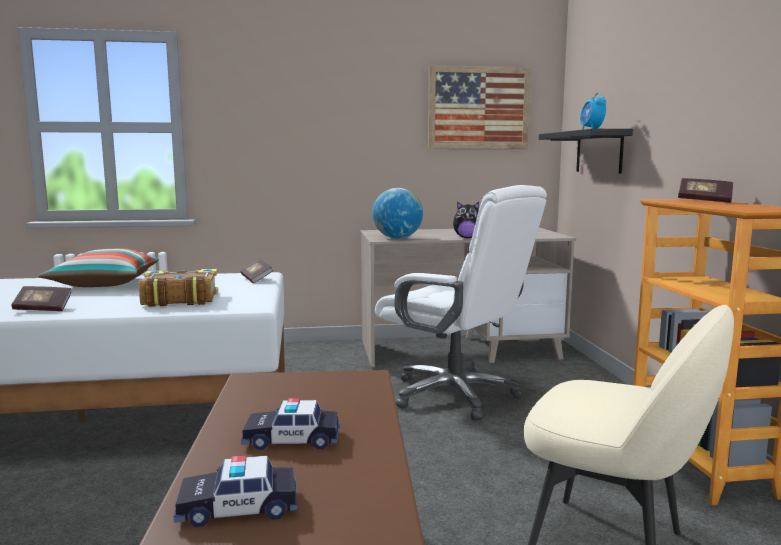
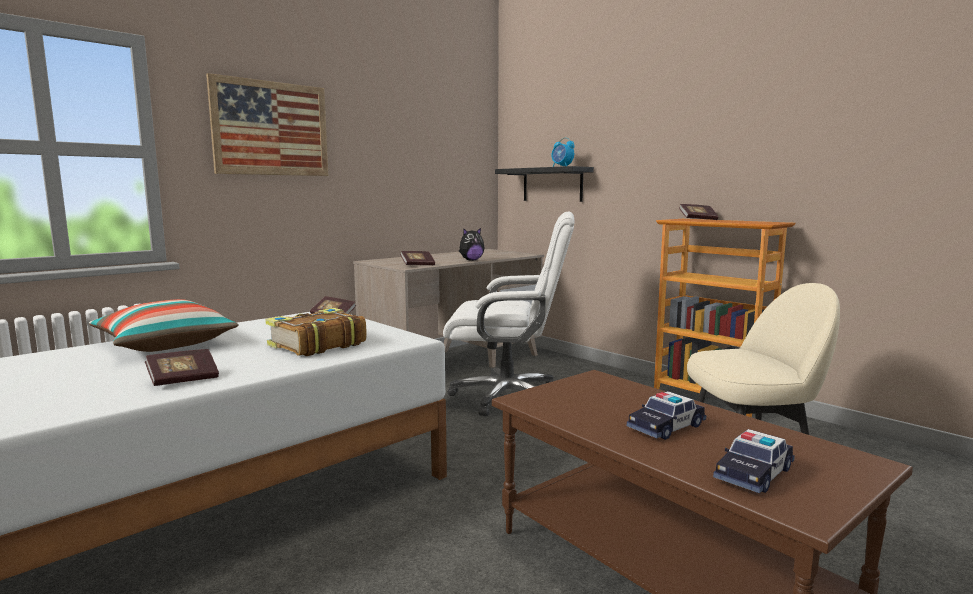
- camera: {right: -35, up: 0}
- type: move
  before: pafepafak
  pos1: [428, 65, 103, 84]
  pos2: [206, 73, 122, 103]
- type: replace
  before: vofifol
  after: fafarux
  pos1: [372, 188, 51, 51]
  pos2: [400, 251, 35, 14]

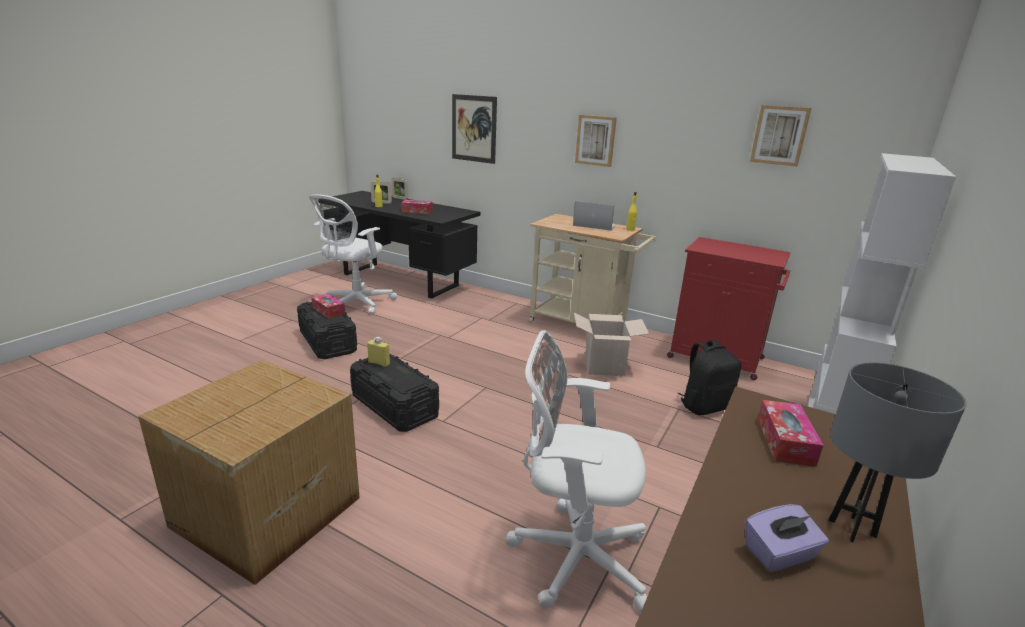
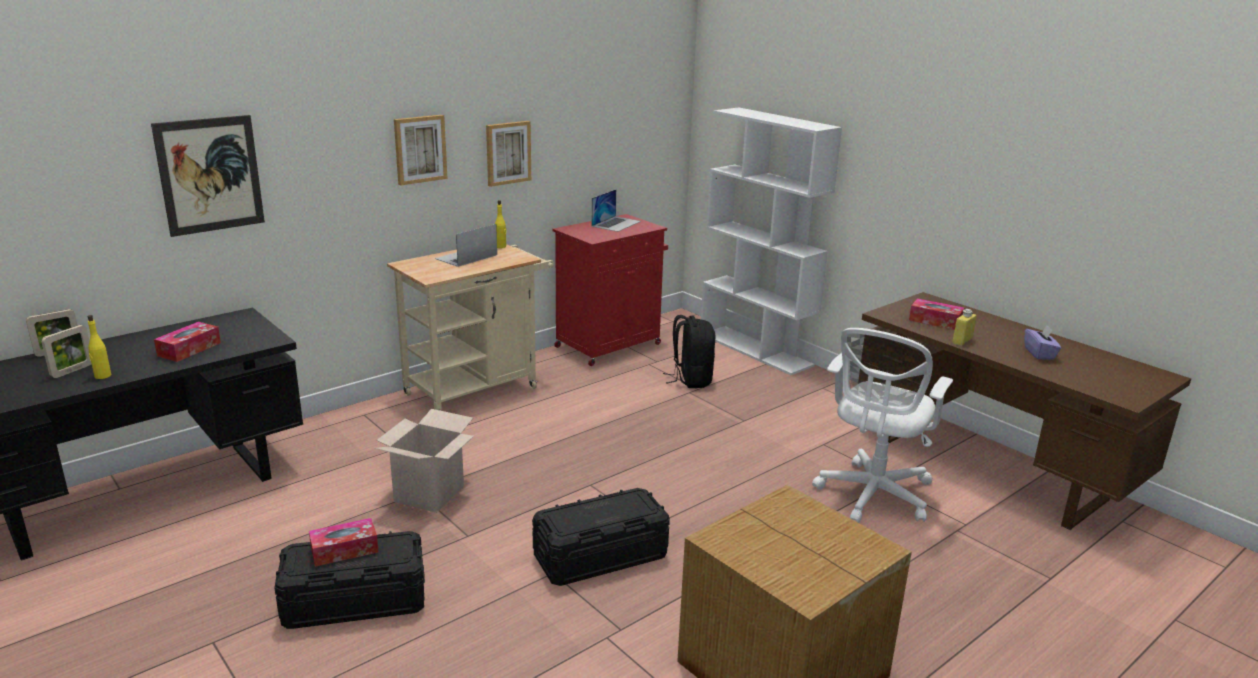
- camera: {right: -70, up: 0}
- type: move
  before: pafepafak
  pos1: [750, 105, 61, 61]
  pos2: [486, 121, 45, 66]
- type: delete
  before: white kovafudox
  pos1: [309, 194, 89, 121]
- type: move
  before: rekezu
  pos1: [574, 313, 75, 63]
  pos2: [374, 409, 100, 104]
- type: move
  before: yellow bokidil
  pos1: [367, 337, 23, 30]
  pos2: [953, 309, 24, 37]
- type: delete
  before: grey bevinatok
  pos1: [829, 362, 138, 180]
- type: insert
  after: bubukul
  pos2: [591, 189, 50, 43]

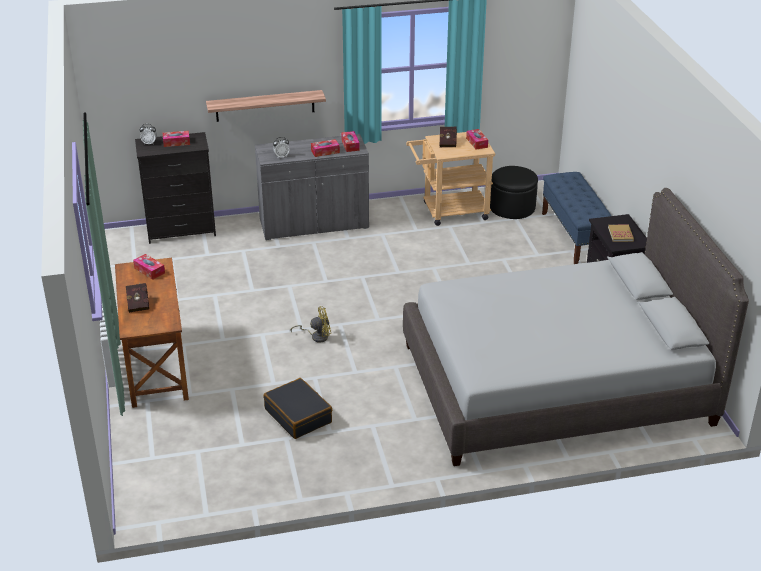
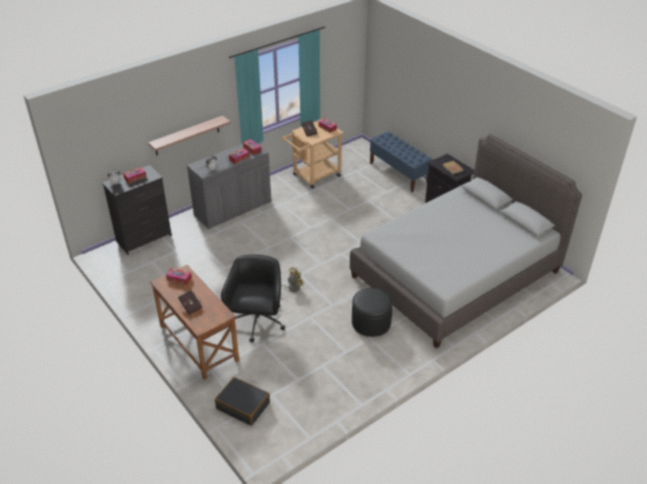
- camera: {right: -25, up: 5}
- type: move
  before: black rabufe
  pos1: [490, 166, 48, 53]
  pos2: [352, 288, 41, 49]
- type: move
  before: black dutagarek
  pos1: [264, 378, 68, 61]
  pos2: [215, 377, 55, 49]
- type: insert
  after: black kovafudox
  pos2: [221, 254, 64, 88]

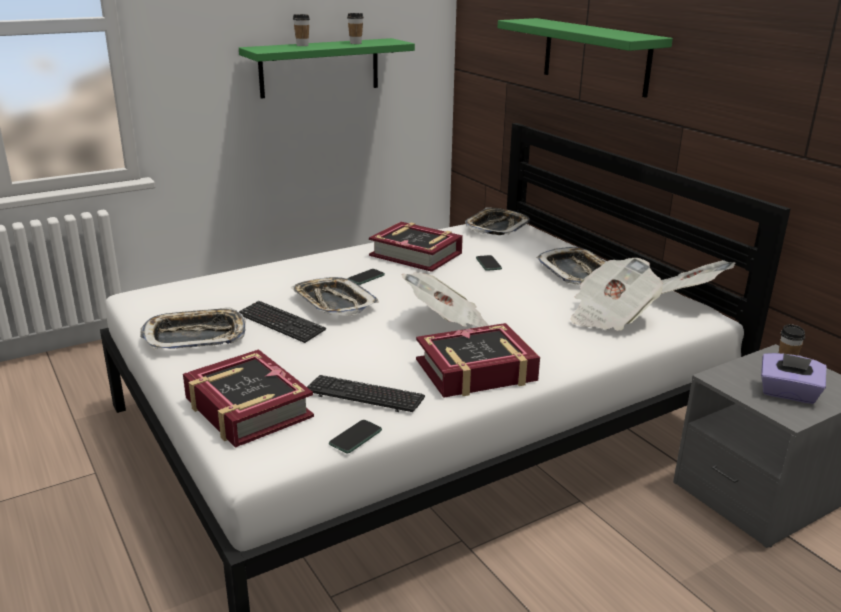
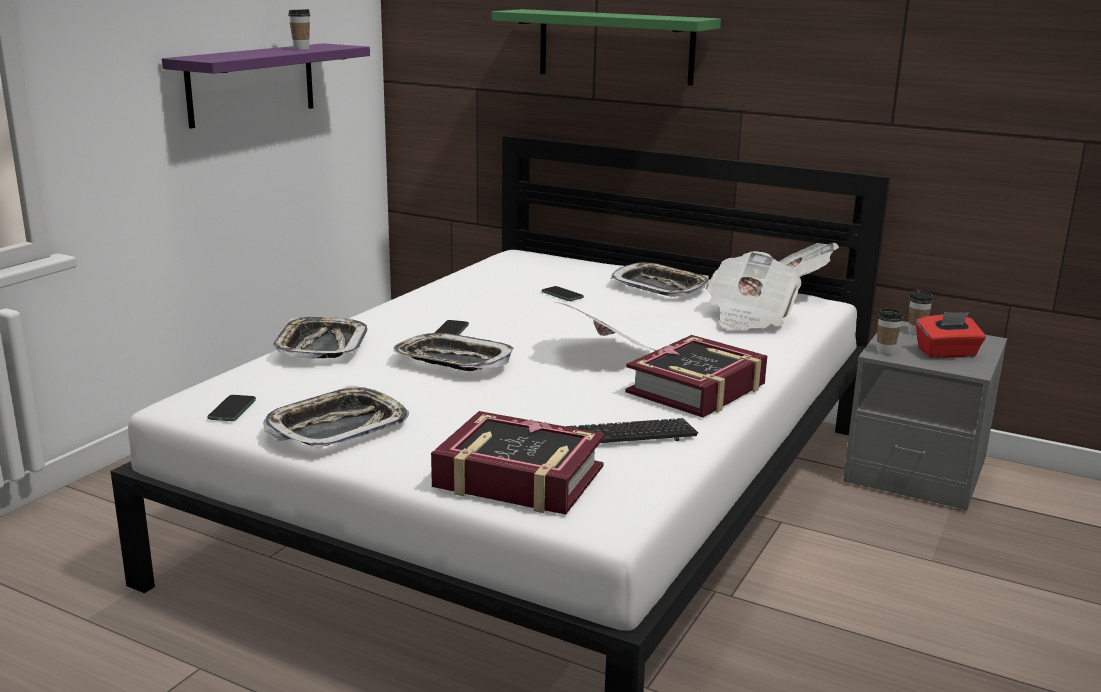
- camera: {right: -30, up: -5}
- type: move
  before: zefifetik
  pos1: [293, 14, 17, 32]
  pos2: [877, 309, 26, 46]
- type: recolor
  before: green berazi
  after: purple berazi
  pos1: [239, 38, 176, 61]
  pos2: [162, 43, 208, 86]
- type: move
  before: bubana
  pos1: [465, 207, 65, 28]
  pos2: [273, 317, 94, 43]
- type: delete
  before: fafarux
  pos1: [369, 222, 94, 50]
- type: delete
  before: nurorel
  pos1: [239, 301, 87, 42]
- type: recolor
  before: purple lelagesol
  after: red lelagesol
  pos1: [761, 353, 66, 51]
  pos2: [916, 312, 70, 46]
- type: move
  before: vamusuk
  pos1: [329, 420, 53, 33]
  pos2: [207, 395, 49, 26]

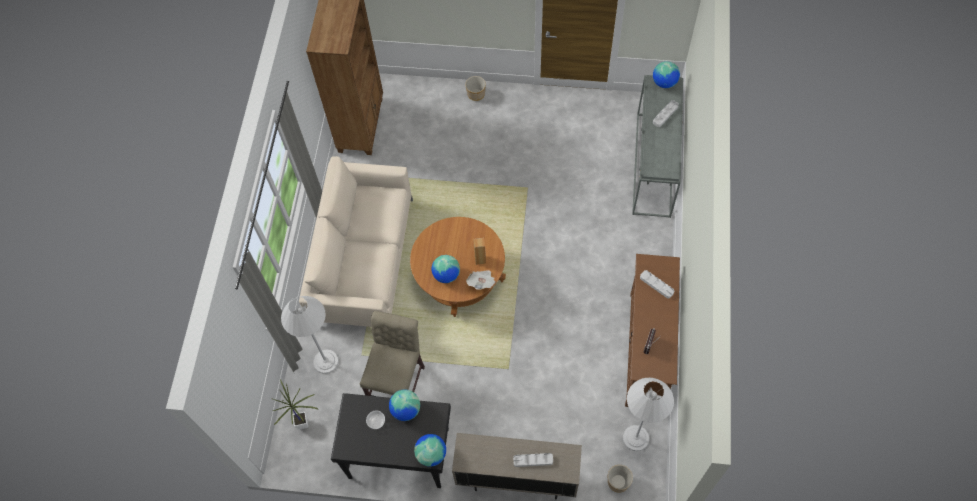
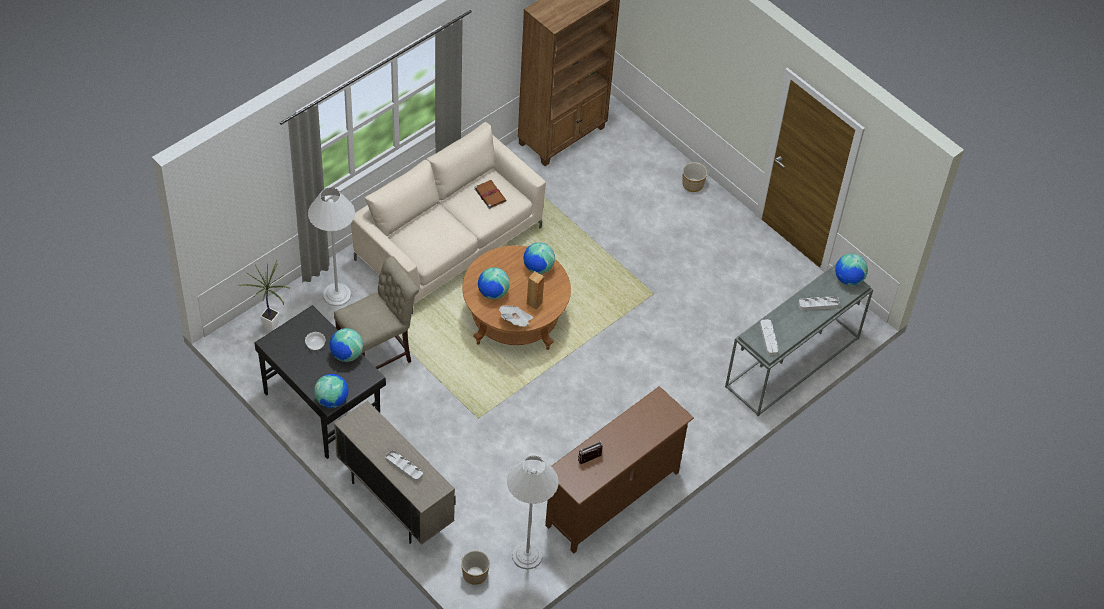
- camera: {right: 35, up: -10}
- type: move
  before: grey bubana
  pos1: [640, 270, 34, 29]
  pos2: [760, 319, 19, 37]
- type: insert
  after: brown fafarux
  pos2: [474, 180, 33, 29]
- type: insert
  after: vofifol
  pos2: [523, 242, 32, 32]

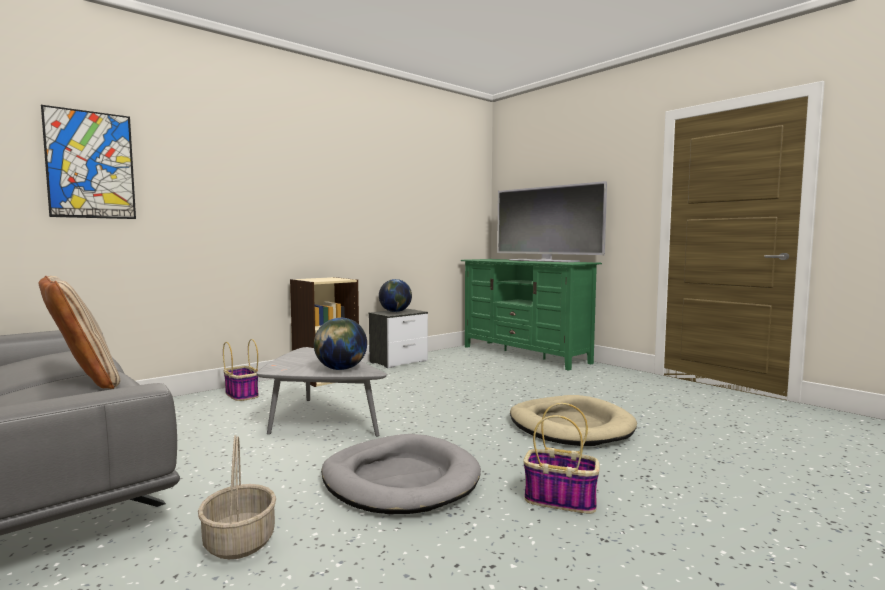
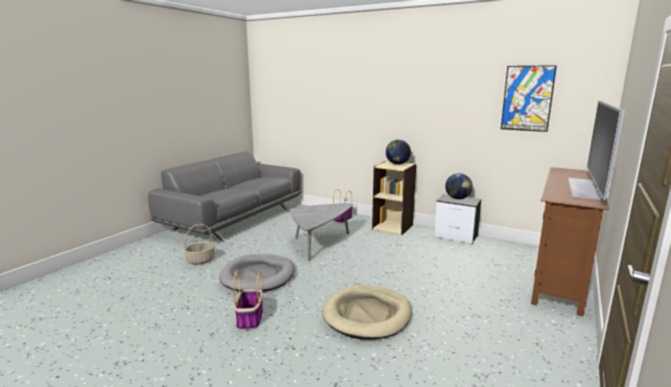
- camera: {right: 70, up: 10}
- type: move
  before: pafepafak
  pos1: [41, 105, 95, 114]
  pos2: [501, 65, 56, 67]
- type: recolor
  before: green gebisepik
  after: brown gebisepik
  pos1: [460, 259, 142, 112]
  pos2: [531, 167, 78, 149]
- type: delete
  before: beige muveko
  pos1: [38, 276, 82, 113]
- type: move
  before: vofifol
  pos1: [314, 318, 53, 52]
  pos2: [386, 140, 25, 25]

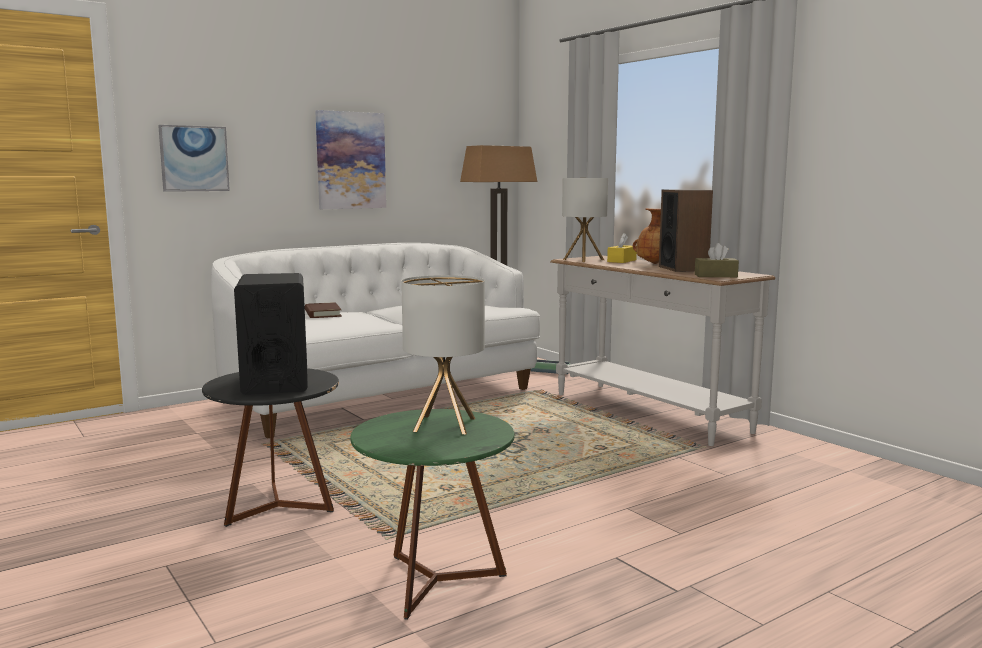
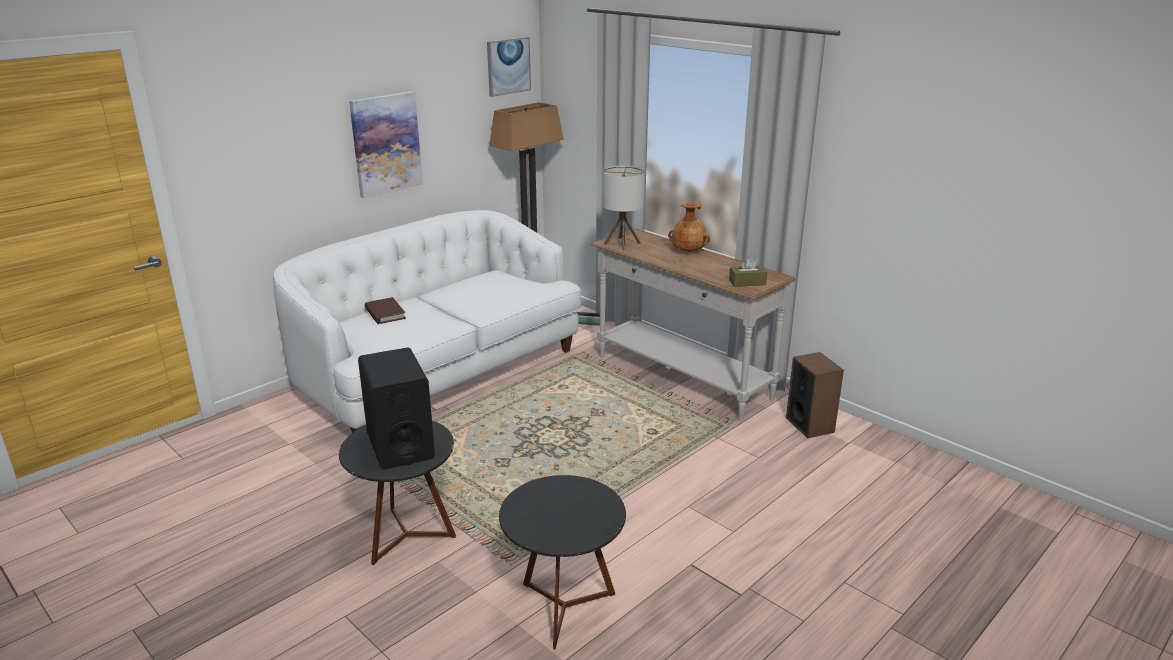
- camera: {right: -10, up: 15}
- type: move
  before: pafepafak
  pos1: [158, 125, 72, 67]
  pos2: [487, 37, 44, 60]
- type: move
  before: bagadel
  pos1: [659, 189, 54, 83]
  pos2: [786, 352, 58, 86]
- type: delete
  before: yellow lelagesol
  pos1: [607, 233, 30, 30]
- type: delete
  before: bevinatok
  pos1: [401, 275, 84, 160]
- type: recolor
  before: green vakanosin
  after: black vakanosin
  pos1: [350, 409, 165, 211]
  pos2: [499, 475, 127, 175]

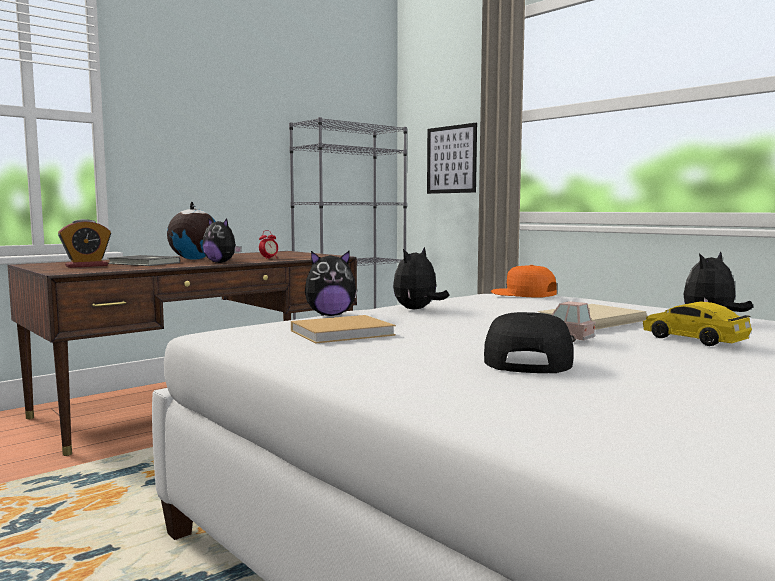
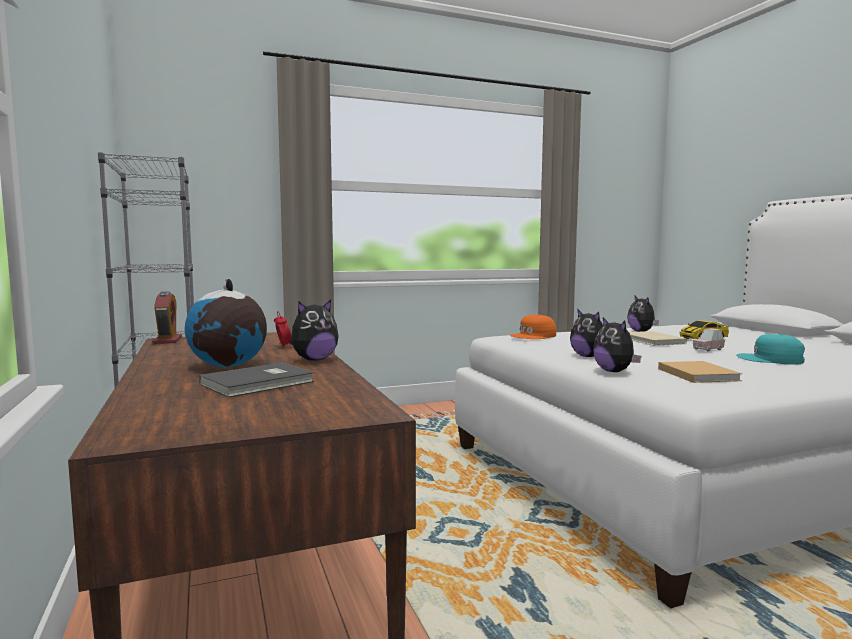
- camera: {right: -70, up: 0}
- type: delete
  before: pafepafak
  pos1: [427, 123, 50, 71]
- type: move
  before: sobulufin
  pos1: [58, 219, 53, 49]
  pos2: [152, 291, 30, 53]
- type: rotate
  before: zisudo
  pos1: [305, 250, 53, 66]
  pos2: [593, 317, 48, 55]
  turn: 150
- type: recolor
  before: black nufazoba
  after: turquoise nufazoba
  pos1: [484, 312, 90, 61]
  pos2: [736, 334, 69, 30]

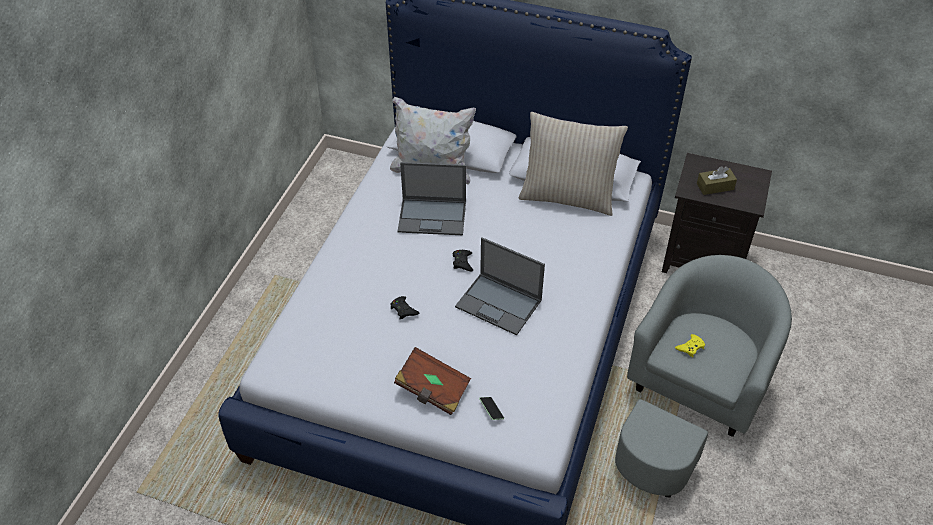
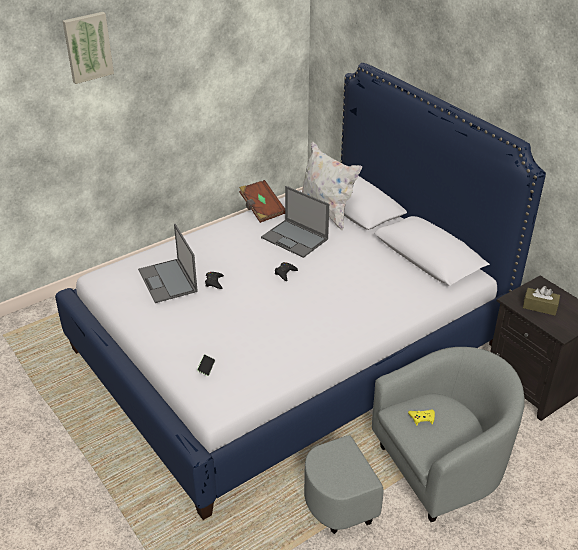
- camera: {right: 35, up: -10}
- type: delete
  before: beige muveko
  pos1: [519, 112, 109, 104]
- type: move
  before: bubukul
  pos1: [455, 237, 90, 98]
  pos2: [138, 224, 60, 79]
- type: move
  before: brown fafarux
  pos1: [394, 347, 77, 68]
  pos2: [239, 180, 46, 43]
- type: insert
  after: pafepafak
  pos2: [63, 12, 51, 72]

